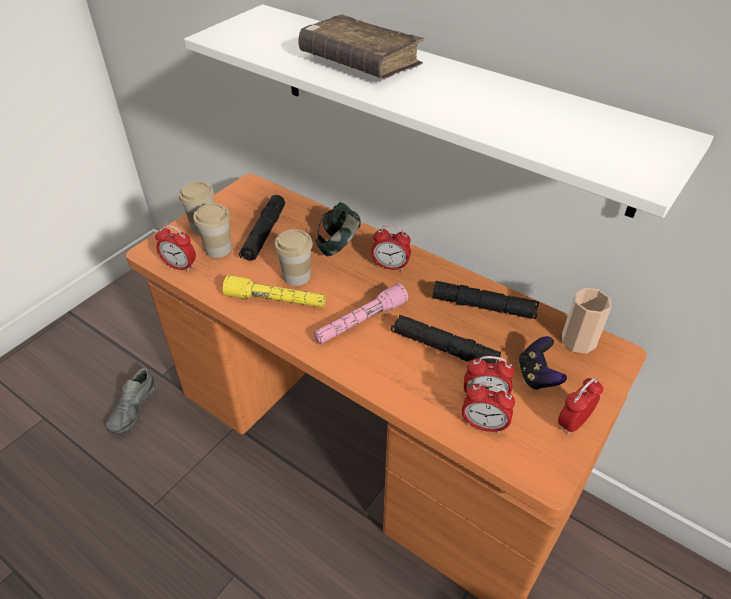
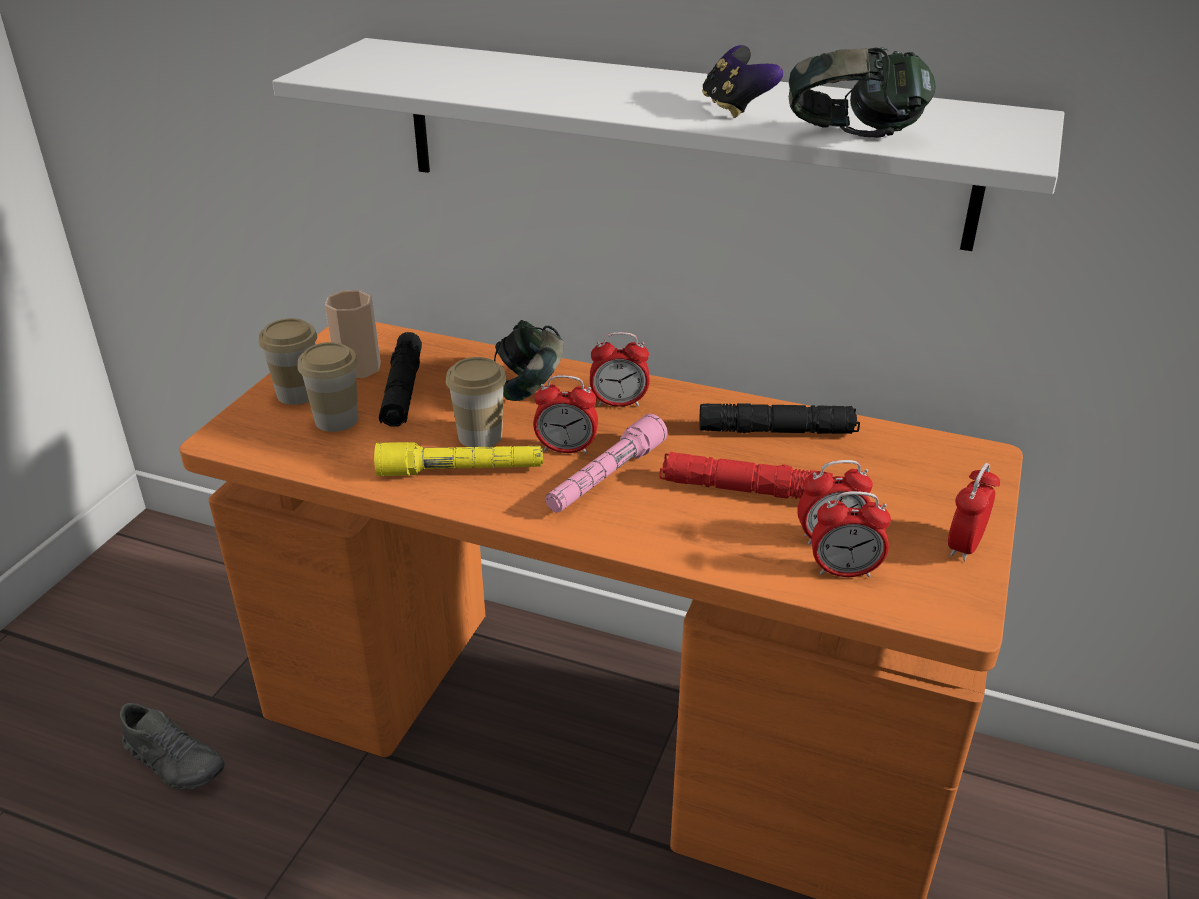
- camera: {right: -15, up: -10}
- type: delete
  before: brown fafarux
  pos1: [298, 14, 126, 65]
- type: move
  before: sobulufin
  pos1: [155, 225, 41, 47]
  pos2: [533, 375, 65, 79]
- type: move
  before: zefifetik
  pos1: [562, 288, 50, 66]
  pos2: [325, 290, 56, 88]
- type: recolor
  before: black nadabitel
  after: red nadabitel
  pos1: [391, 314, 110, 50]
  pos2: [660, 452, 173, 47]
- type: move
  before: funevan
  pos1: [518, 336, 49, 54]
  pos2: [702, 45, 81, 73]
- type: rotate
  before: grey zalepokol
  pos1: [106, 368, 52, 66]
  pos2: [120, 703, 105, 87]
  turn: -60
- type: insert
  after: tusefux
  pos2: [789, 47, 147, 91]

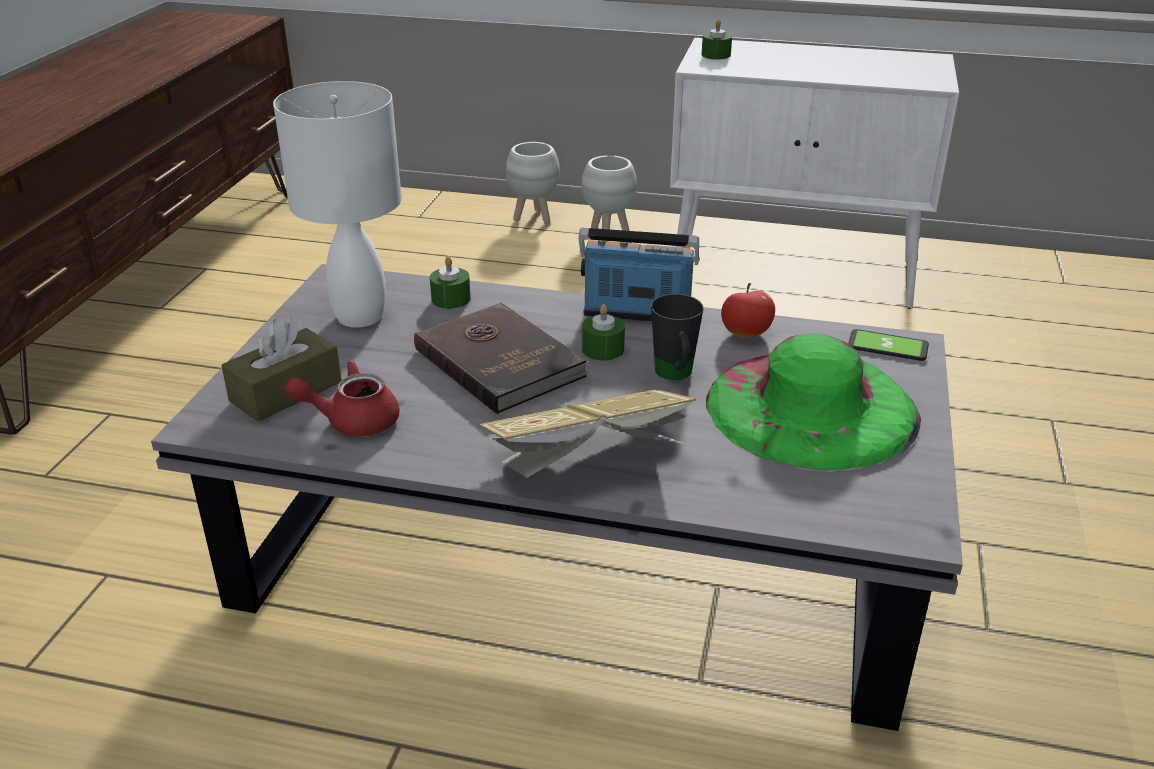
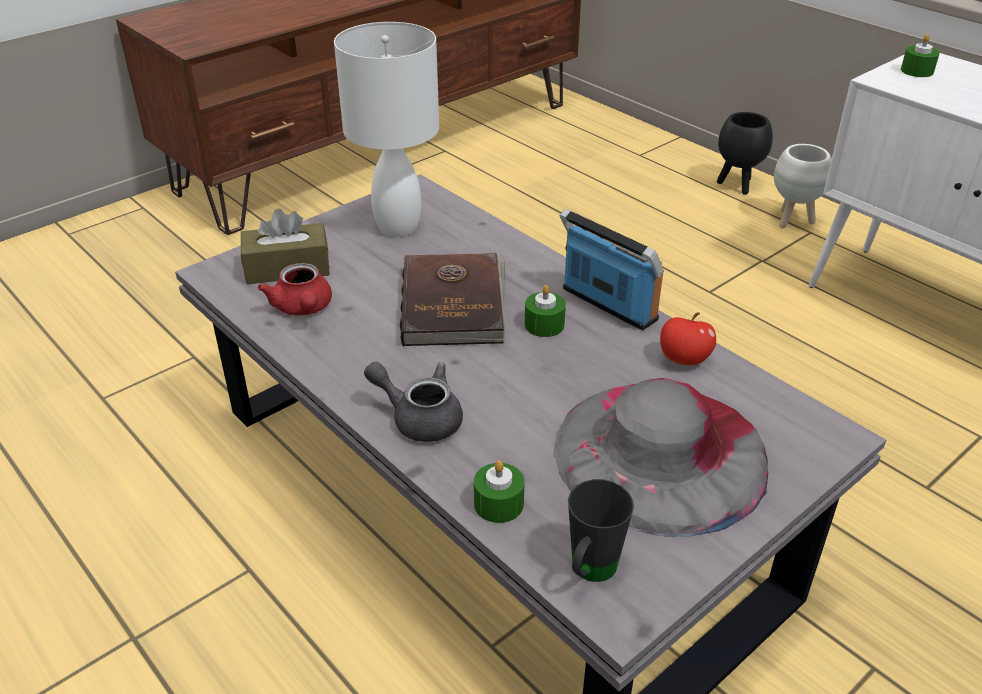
- camera: {right: 35, up: 5}
- type: recolor
  before: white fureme
  after: black fureme
  pos1: [506, 142, 54, 82]
  pos2: [717, 112, 56, 83]
- type: move
  before: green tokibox
  pos1: [430, 257, 41, 52]
  pos2: [474, 460, 51, 63]
- type: move
  before: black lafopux
  pos1: [651, 294, 52, 86]
  pos2: [568, 479, 66, 103]
- type: delete
  before: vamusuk
  pos1: [848, 329, 81, 32]
- type: recolor
  before: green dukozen
  after: grey dukozen
  pos1: [706, 334, 215, 138]
  pos2: [553, 378, 215, 159]
- type: rotate
  before: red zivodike
  pos1: [284, 360, 116, 76]
  pos2: [257, 263, 75, 53]
  turn: -135
- type: replace
  before: fafarux
  after: grey zivodike
  pos1: [479, 389, 218, 89]
  pos2: [364, 362, 99, 80]

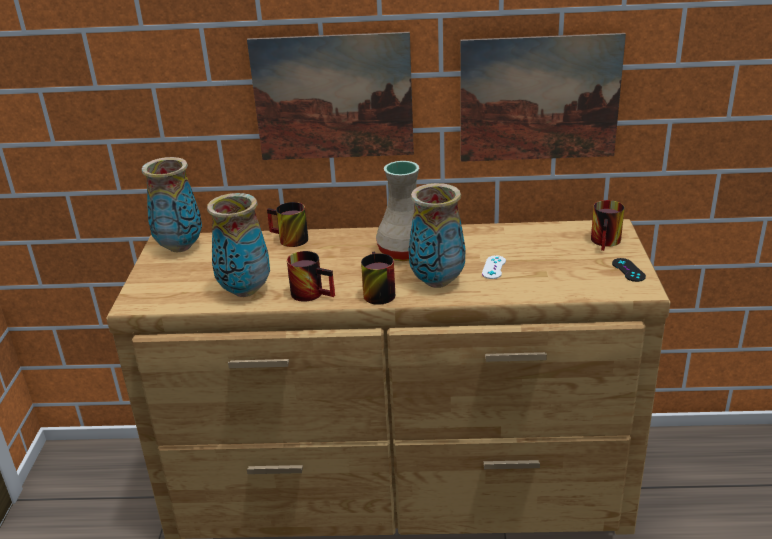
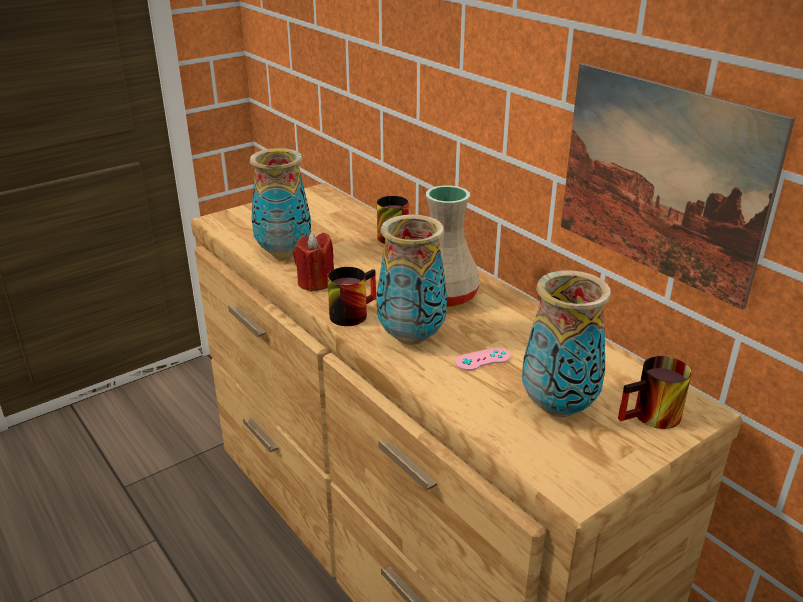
- camera: {right: 50, up: 0}
- type: delete
  before: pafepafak
  pos1: [247, 32, 167, 128]
- type: move
  before: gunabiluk
  pos1: [142, 157, 60, 95]
  pos2: [522, 270, 89, 147]
- type: replace
  before: lafopux
  after: red tokibox
  pos1: [287, 251, 48, 51]
  pos2: [293, 233, 41, 59]
- type: recolor
  before: white funevan
  after: pink funevan
  pos1: [482, 255, 24, 24]
  pos2: [455, 347, 56, 24]
- type: delete
  before: black funevan
  pos1: [612, 258, 34, 24]

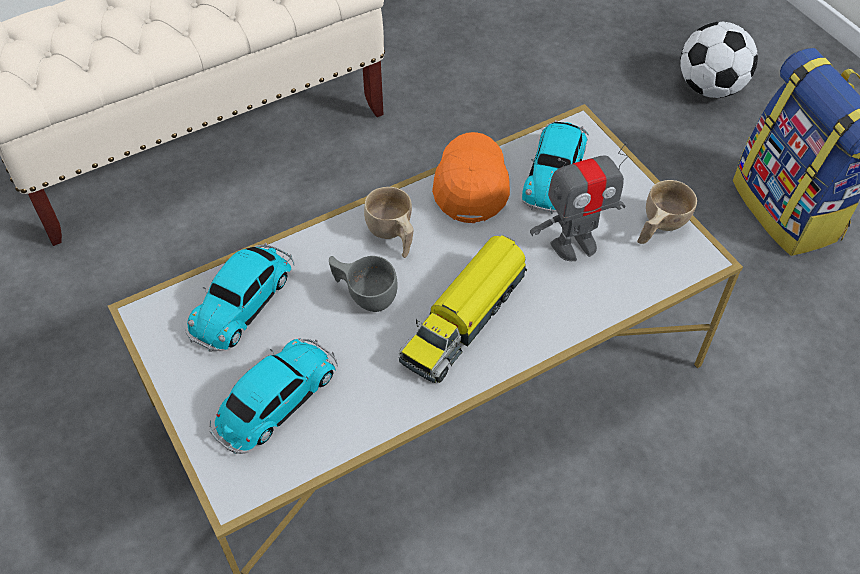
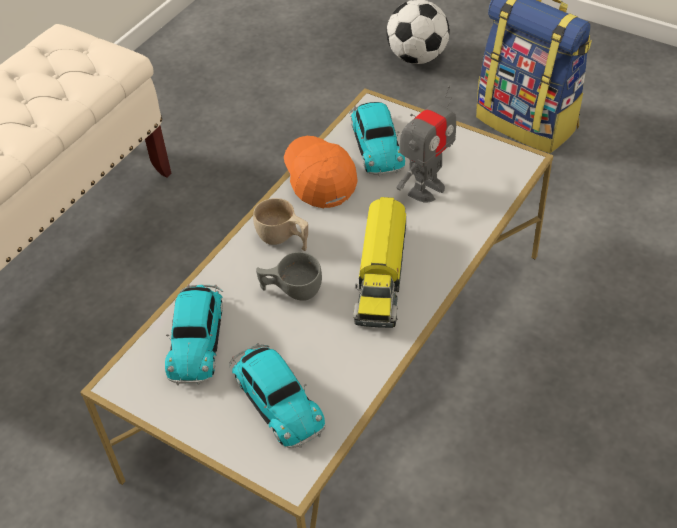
- camera: {right: -25, up: -5}
- type: delete
  before: beige zefifetik
  pos1: [637, 180, 60, 64]
- type: rotate
  before: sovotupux
  pos1: [209, 338, 129, 116]
  pos2: [229, 343, 97, 105]
  turn: 135

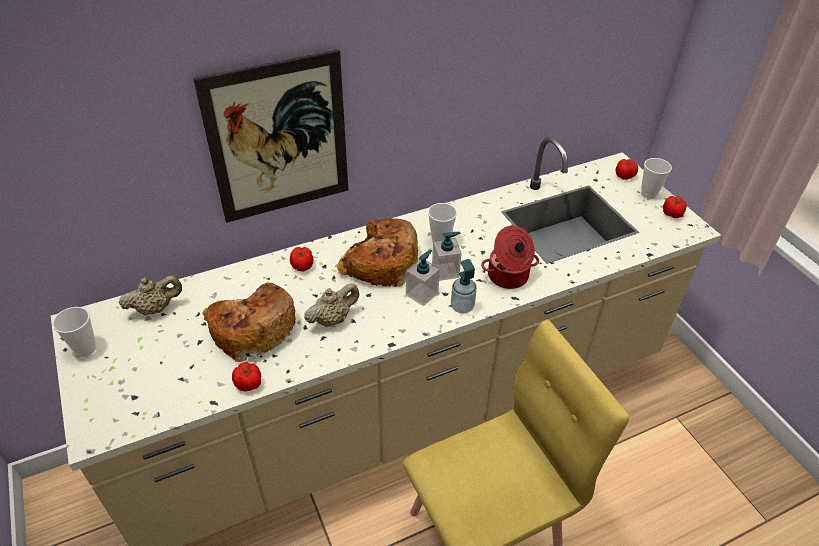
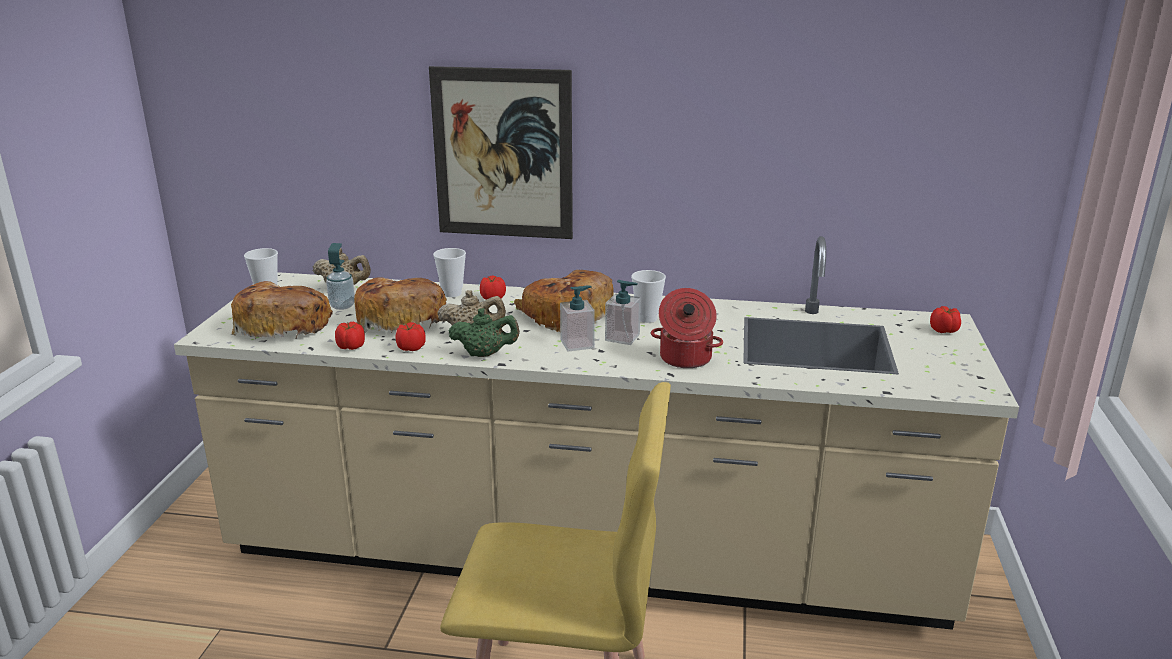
- camera: {right: 35, up: -20}
- type: move
  before: zefifetik
  pos1: [641, 158, 31, 41]
  pos2: [433, 248, 33, 49]
- type: move
  before: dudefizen
  pos1: [663, 196, 24, 22]
  pos2: [396, 322, 30, 29]
- type: move
  before: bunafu
  pos1: [451, 259, 26, 55]
  pos2: [326, 243, 29, 67]
- type: insert
  after: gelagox
  pos2: [231, 281, 102, 59]
- type: insert
  after: green zivodike
  pos2: [449, 308, 71, 49]

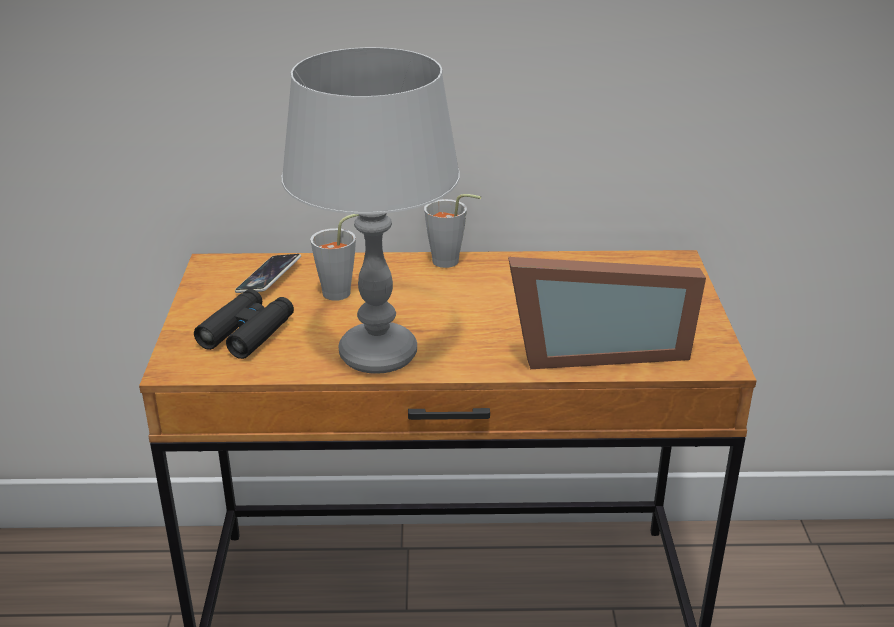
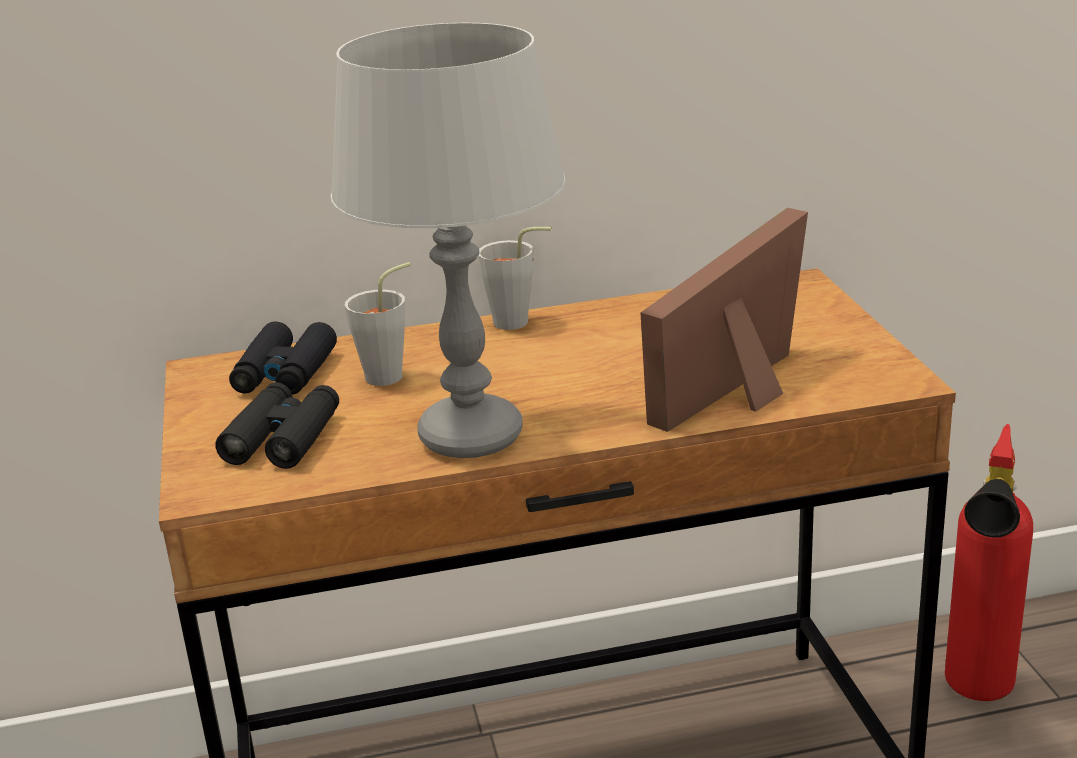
- camera: {right: -10, up: -5}
- type: replace
  before: vamusuk
  after: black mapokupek
  pos1: [235, 254, 66, 39]
  pos2: [229, 321, 108, 74]
- type: rotate
  before: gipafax
  pos1: [508, 257, 198, 112]
  pos2: [641, 208, 167, 224]
  turn: 150
- type: insert
  after: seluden
  pos2: [945, 424, 88, 277]

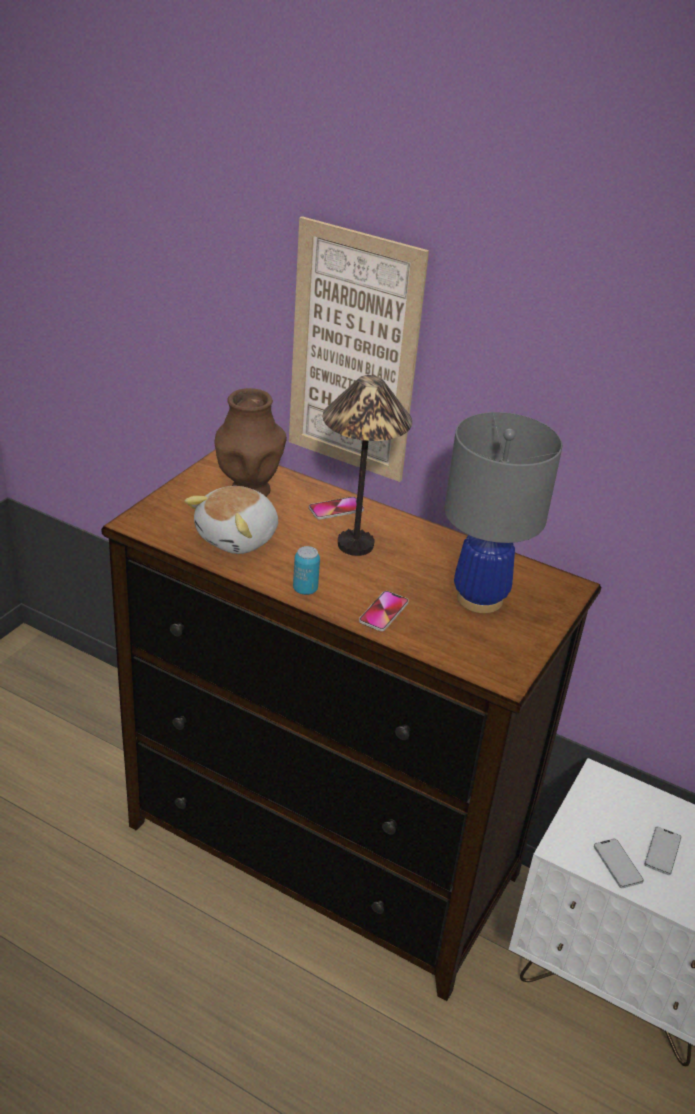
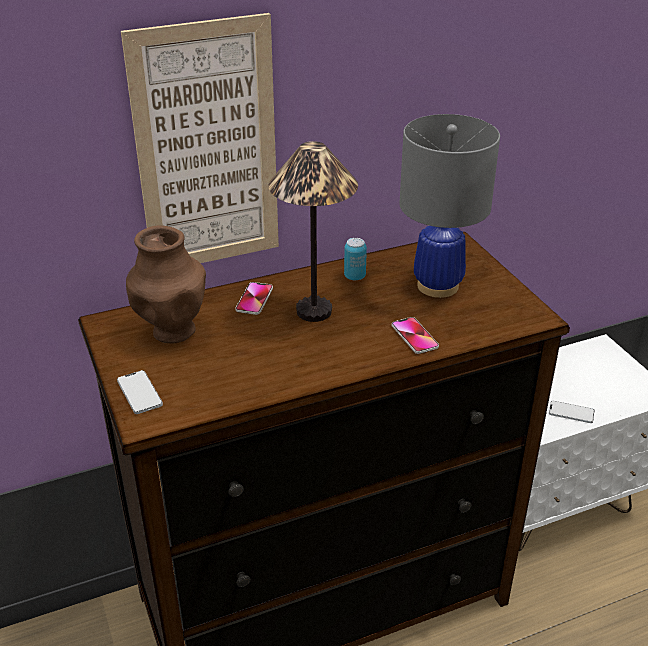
- camera: {right: -50, up: 0}
- type: delete
  before: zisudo
  pos1: [185, 486, 93, 68]
- type: move
  before: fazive
  pos1: [293, 546, 27, 49]
  pos2: [344, 238, 23, 42]
- type: move
  before: vamusuk
  pos1: [644, 827, 37, 48]
  pos2: [117, 370, 46, 44]

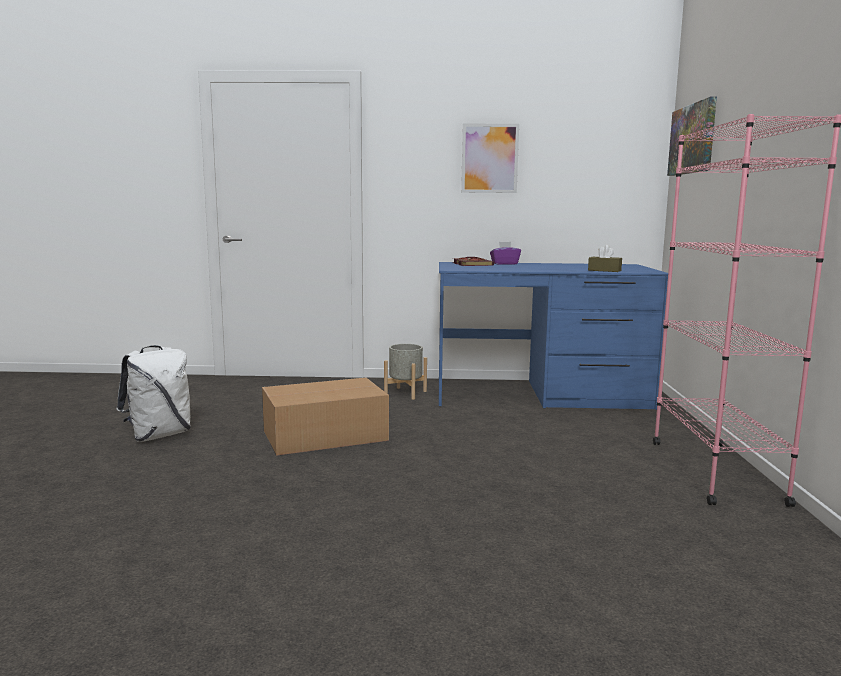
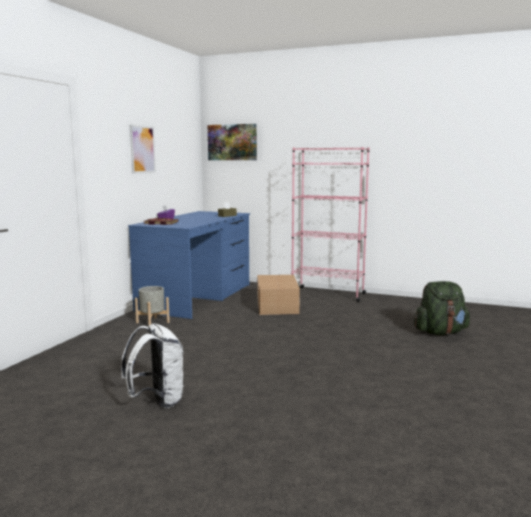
- camera: {right: -70, up: 0}
- type: move
  before: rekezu
  pos1: [262, 377, 127, 79]
  pos2: [257, 275, 43, 40]
- type: insert
  after: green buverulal
  pos2: [414, 281, 56, 54]

